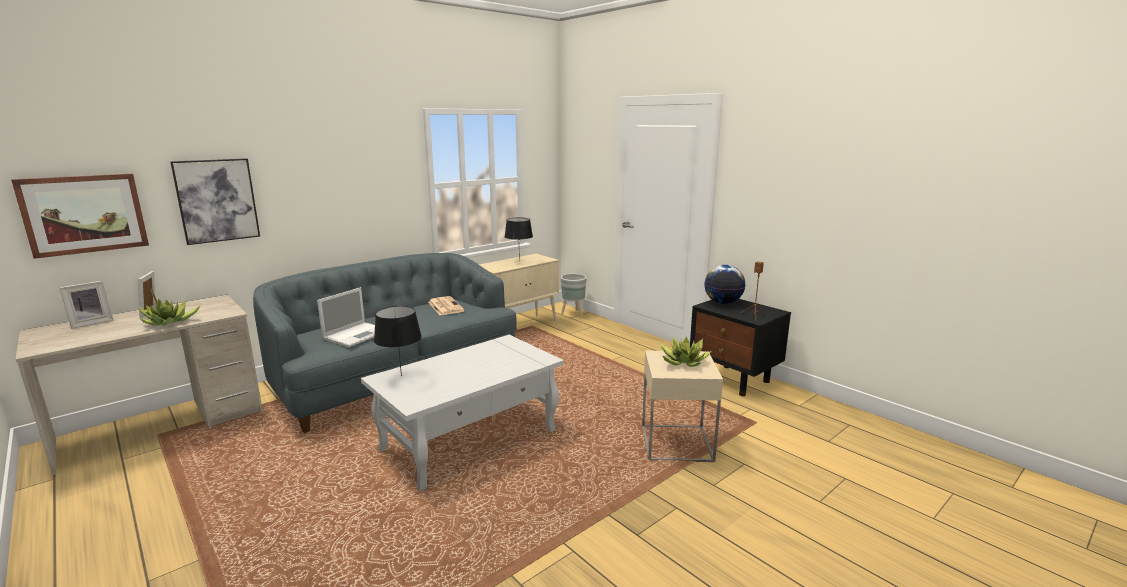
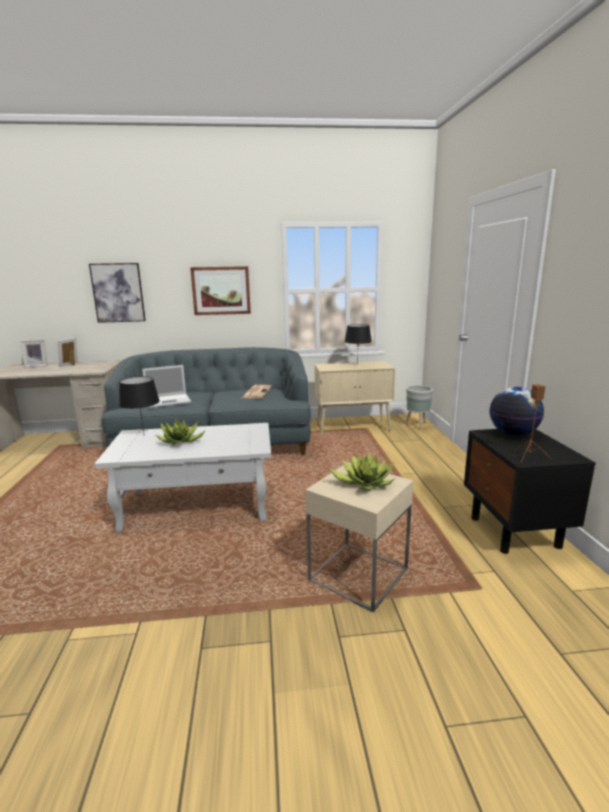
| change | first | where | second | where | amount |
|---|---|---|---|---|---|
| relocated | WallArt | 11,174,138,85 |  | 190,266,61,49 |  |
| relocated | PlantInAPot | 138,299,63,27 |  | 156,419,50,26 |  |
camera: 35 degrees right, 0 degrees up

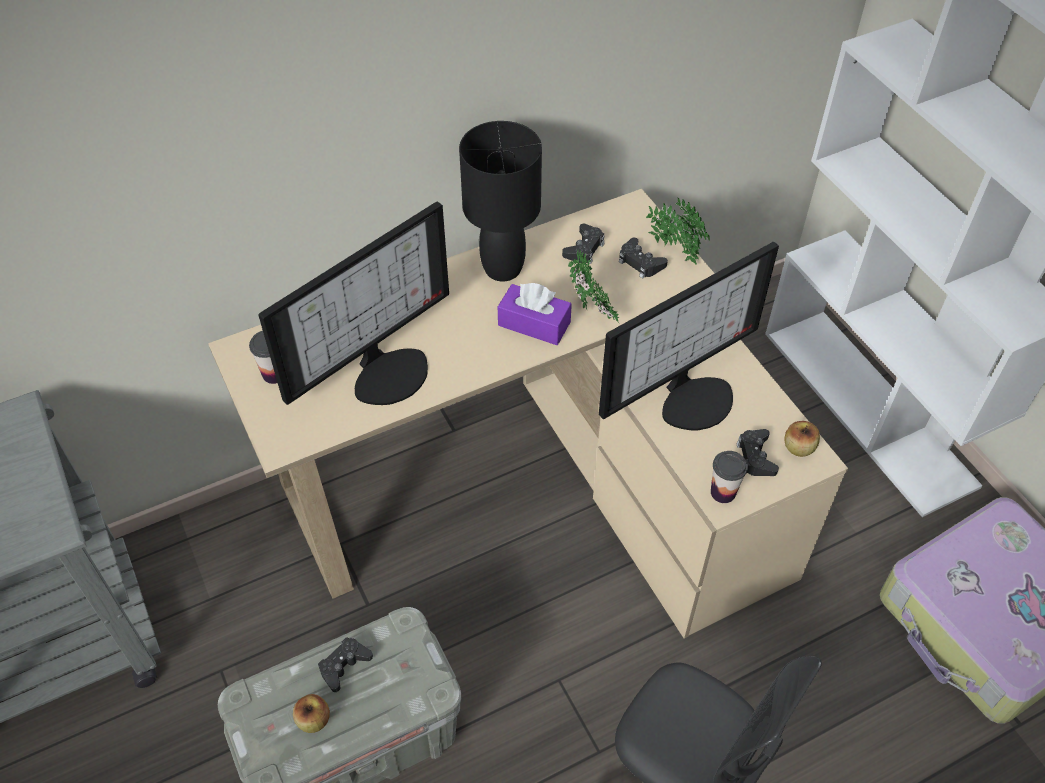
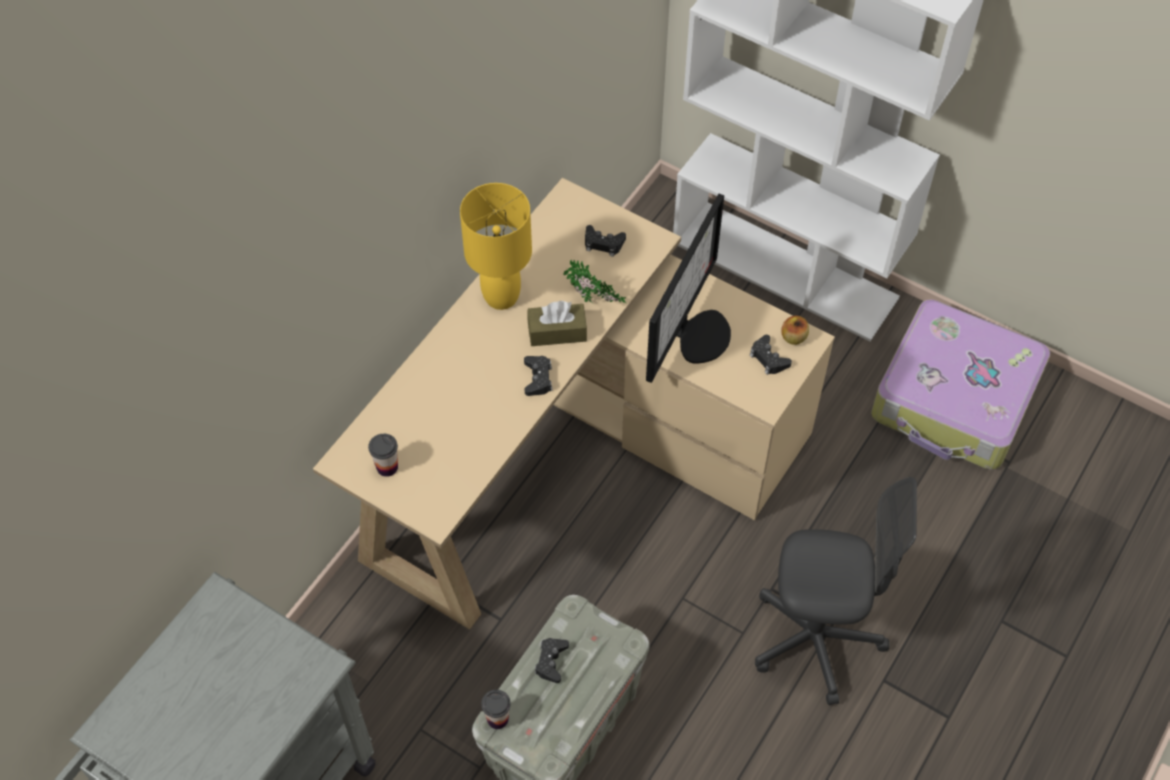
| change | first | where | second | where | amount |
|---|---|---|---|---|---|
| missing | ComputerScreen | 259,201,190,204 |  |  |  |
| missing | AppleFruit | 293,694,37,39 |  |  |  |
| colour | BlackLampForATable | 459,121,83,160 | YellowLampForATable | 460,183,72,127 |  |
| colour | PurplishTissueBox | 498,283,74,62 | BrownishTissueBox | 527,301,60,45 |  |
| relocated | BlackGamepad | 562,224,42,40 |  | 524,356,28,40 |  |
| missing | PlantInAPot | 646,197,64,68 |  |  |  |
| relocated | SmallCup | 711,451,37,52 |  | 481,690,30,39 |  |
camera: 30 degrees left, 5 degrees up

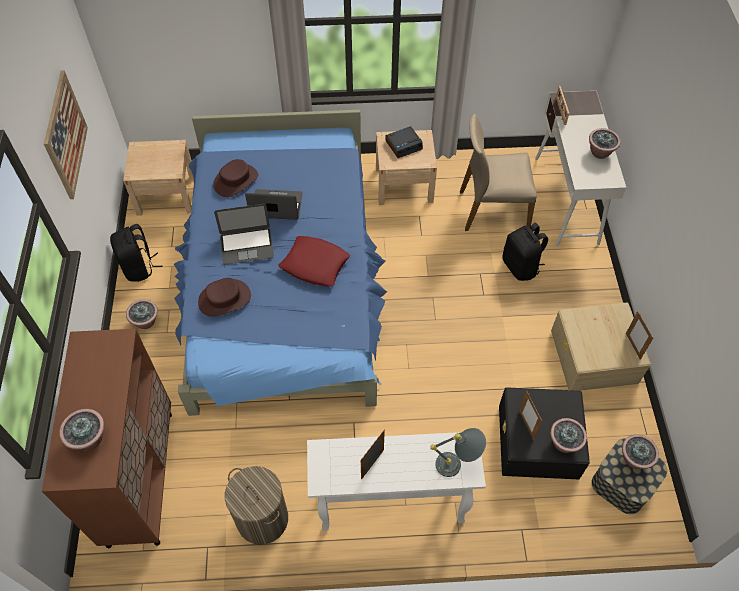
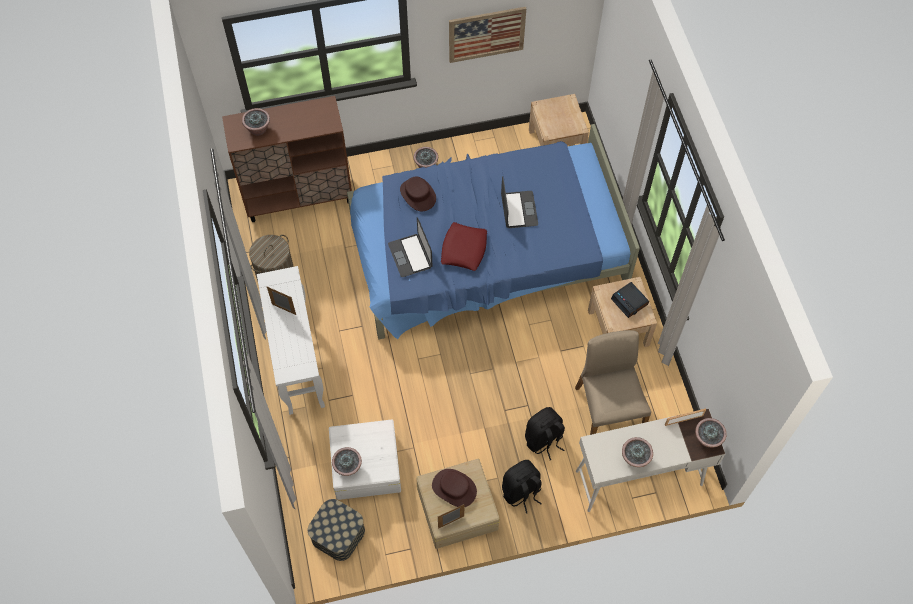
| change | first | where | second | where | amount |
|---|---|---|---|---|---|
| relocated | BlackBackpack | 110,224,53,58 |  | 502,460,40,54 |  |
| relocated | BrownishWearableHat | 213,159,45,38 |  | 432,469,45,38 |  |
| relocated | PortableComputer | 214,204,60,61 |  | 388,217,44,60 |  |
| missing | GrayLampForATable | 430,428,56,49 |  |  |  |
| colour | BlackStorageContainer | 499,387,91,92 | WhitishStorageContainer | 329,420,72,80 |  |
| missing | PhotoFrame | 519,391,23,49 |  |  |  |
| relocated | PlantInAPot | 622,434,37,35 |  | 695,418,32,29 |  |
camera: 80 degrees right, 5 degrees up

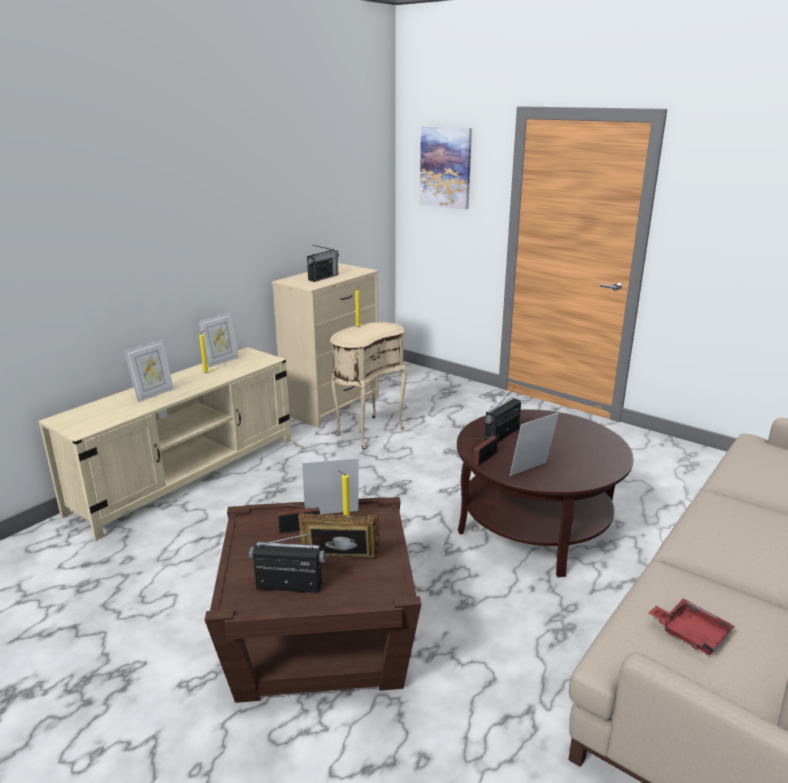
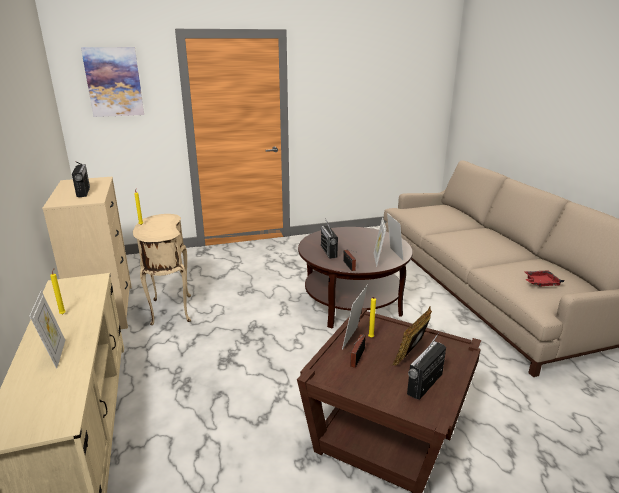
| change | first | where | second | where | amount |
|---|---|---|---|---|---|
| relocated | PhotoFrame | 198,313,41,55 |  | 387,213,16,47 |  |
camera: 55 degrees left, 0 degrees up

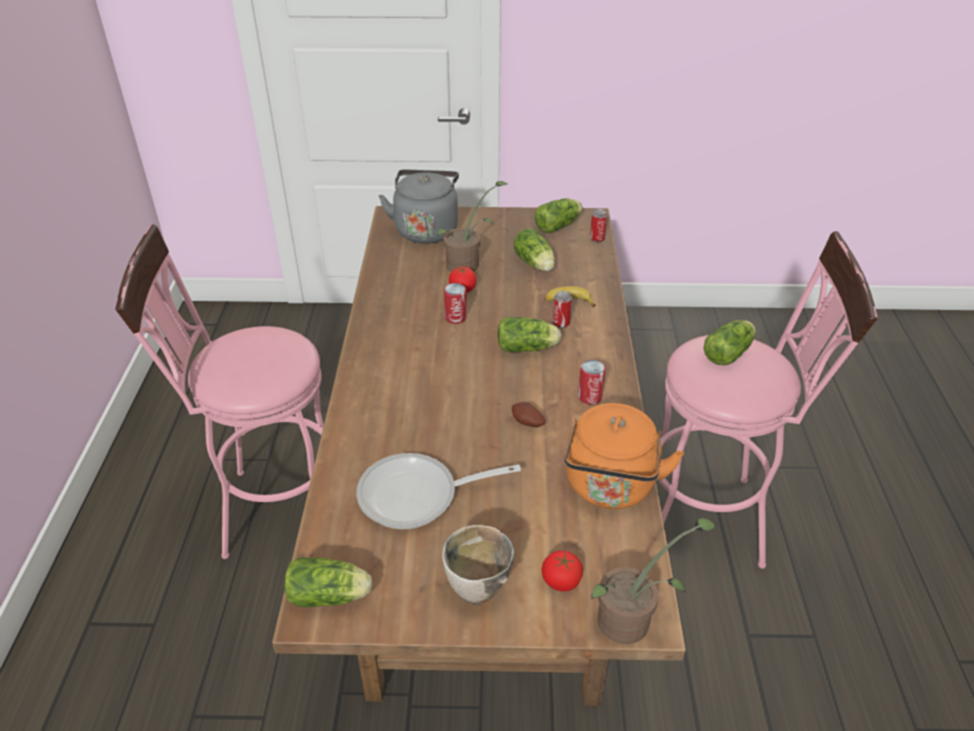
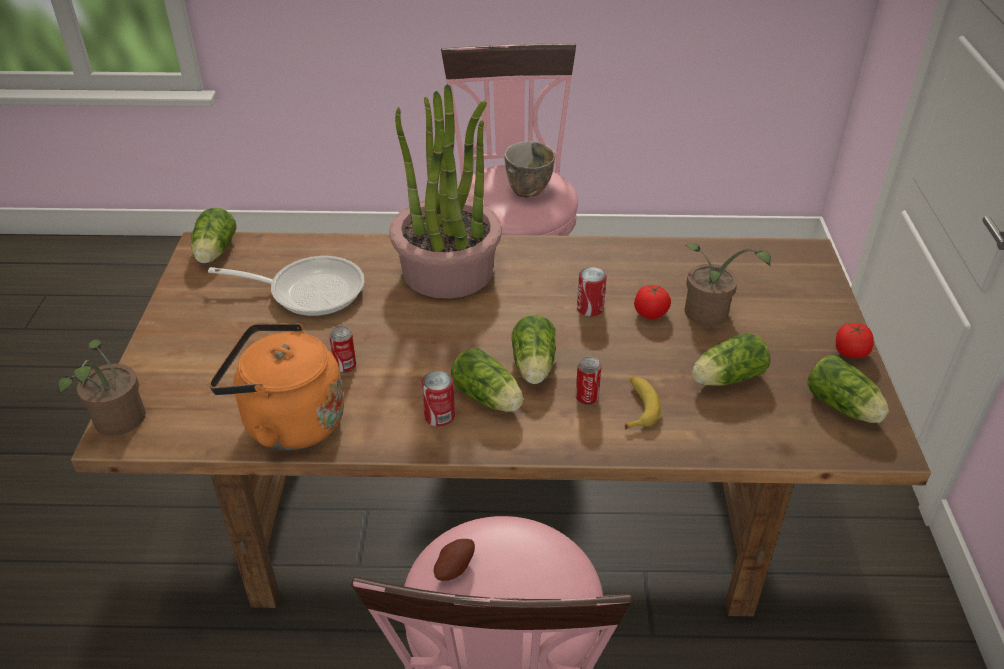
| change | first | where | second | where | amount |
|---|---|---|---|---|---|
| spun | Skillet | 356,453,165,76 |  | 208,256,156,60 | 105 degrees clockwise |
| missing | GrayWaterKettle | 379,170,80,74 |  |  |  |
| relocated | DeepDish | 442,525,72,80 |  | 504,141,51,57 |  |
| relocated | WholePotato | 512,402,33,25 |  | 434,539,41,42 |  |
| relocated | FreshTomato | 541,550,42,42 |  | 836,323,38,35 |  |
| relocated | Can | 590,209,17,34 |  | 329,326,27,47 |  |
| relocated | Lettuce | 704,320,52,45 |  | 451,348,72,64 |  |
| appeared |  |  | PlantInAPot | 389,84,113,215 |  |
camera: 90 degrees right, 0 degrees up

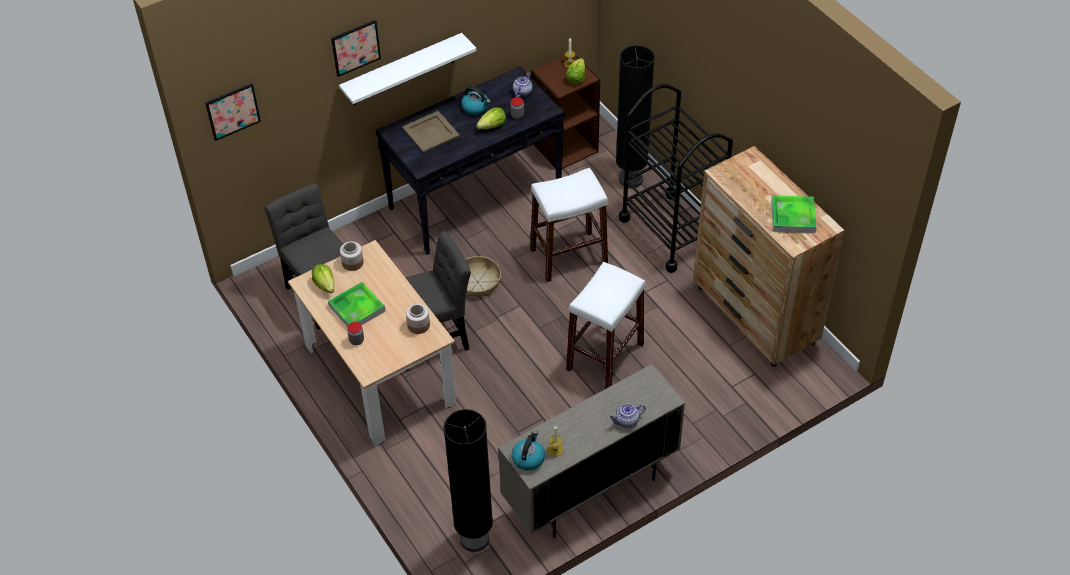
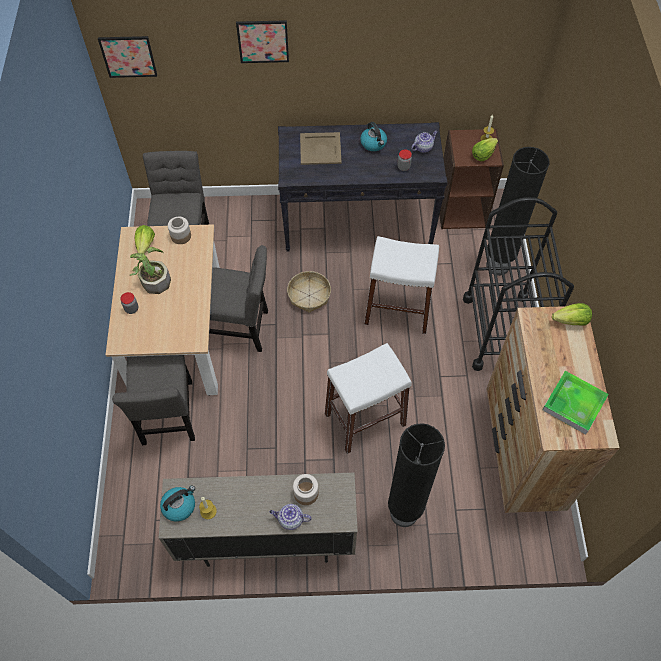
| change | first | where | second | where | amount |
|---|---|---|---|---|---|
| exchanged | CarryingTray | 328,282,58,45 | PlantInAPot | 130,247,41,47 |  |
| missing | WhitishShelf | 339,33,138,72 |  |  |  |
| relocated | StorageJar | 406,304,24,30 |  | 293,474,26,31 |  |
| relocated | BlackStandardLamp | 443,409,50,143 |  | 388,423,57,104 |  |
| relocated | Lettuce | 476,108,30,21 |  | 552,303,40,23 |  |
| appeared |  |  | GrayChair | 112,355,83,90 |  |
camera: 30 degrees right, 10 degrees up

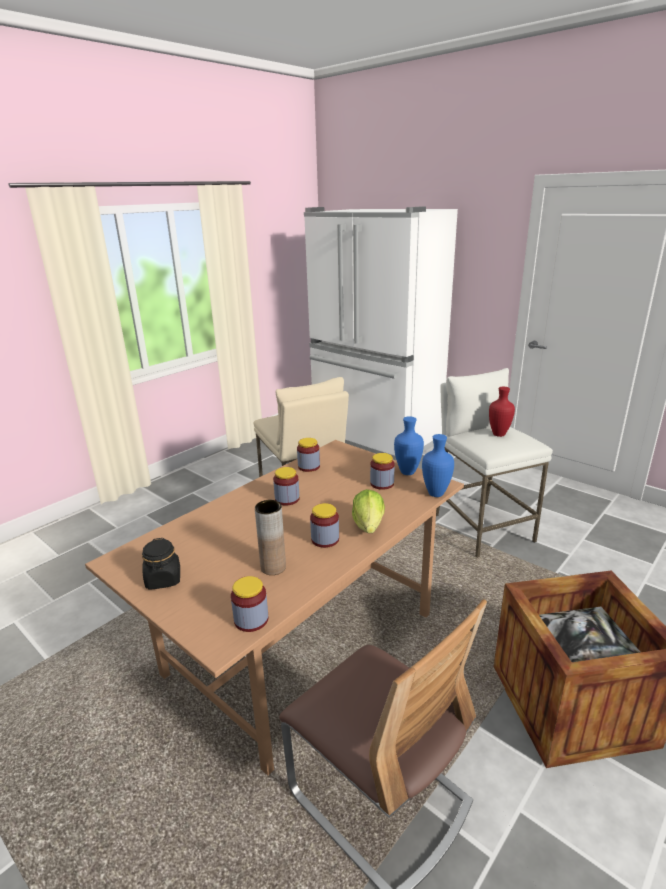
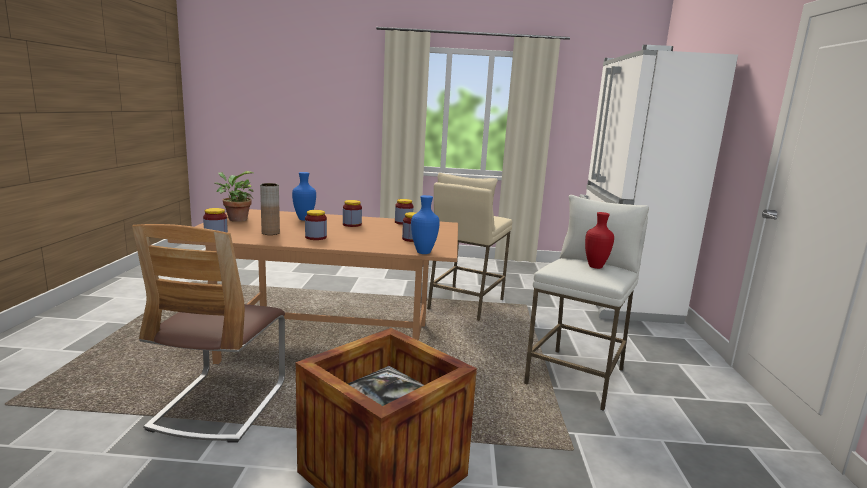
| change | first | where | second | where | amount |
|---|---|---|---|---|---|
| exchanged | BlackStorageJar | 142,538,38,52 | PlantInAPot | 214,171,41,51 |  |
| missing | Lettuce | 352,489,33,44 |  |  |  |
| relocated | BlueFlowerVase | 394,416,30,59 |  | 292,172,24,48 |  |
camera: 50 degrees right, 10 degrees down

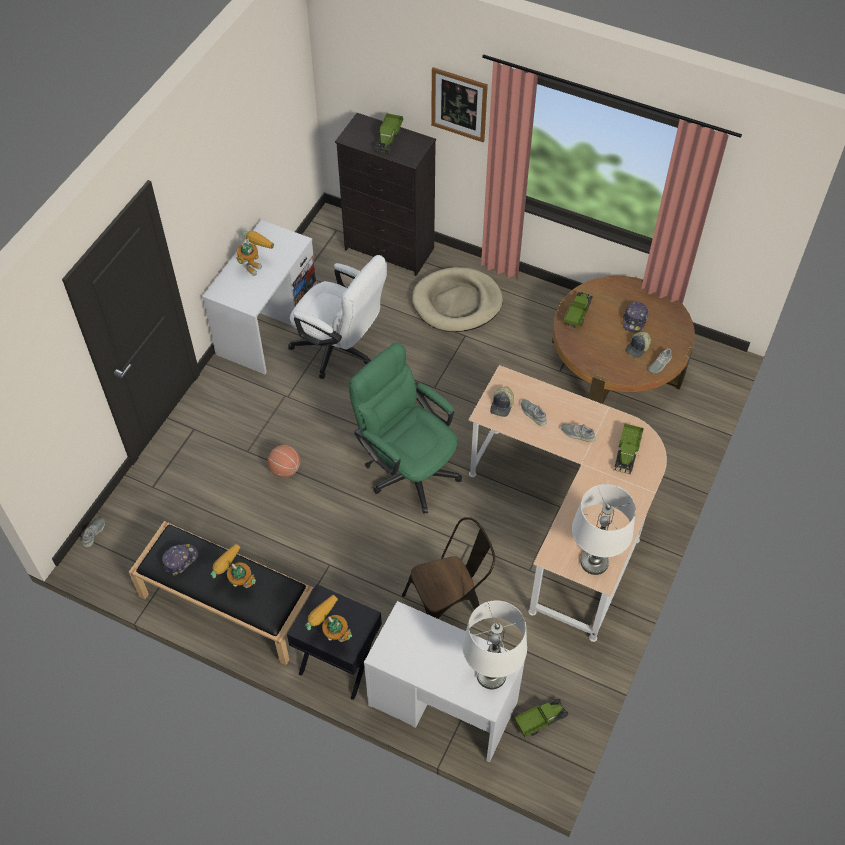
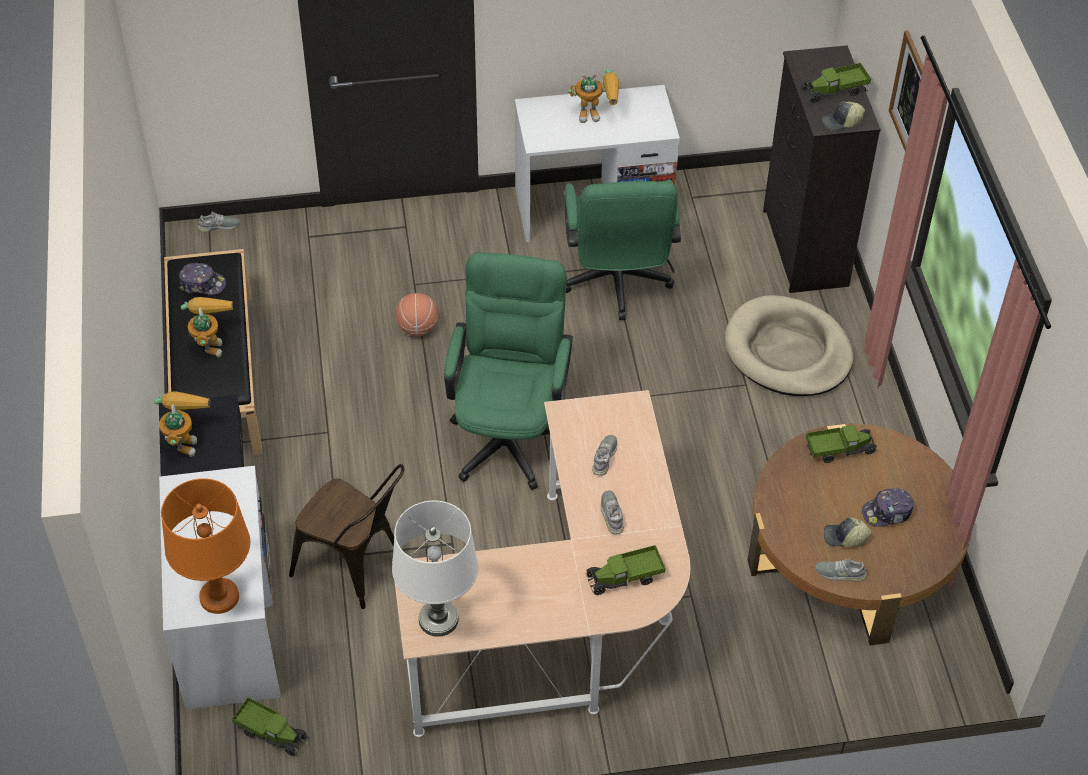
| change | first | where | second | where | amount |
|---|---|---|---|---|---|
| colour | WhitishOfficeChair | 288,255,99,124 | GreenOfficeChair | 565,179,116,141 |  |
| colour | WhitishLampForATable | 462,600,65,89 | OrangeColouredLampForATable | 161,478,89,136 |  |
| relocated | PeakedCap | 490,387,24,30 |  | 822,101,43,30 |  |
camera: 55 degrees right, 5 degrees down

